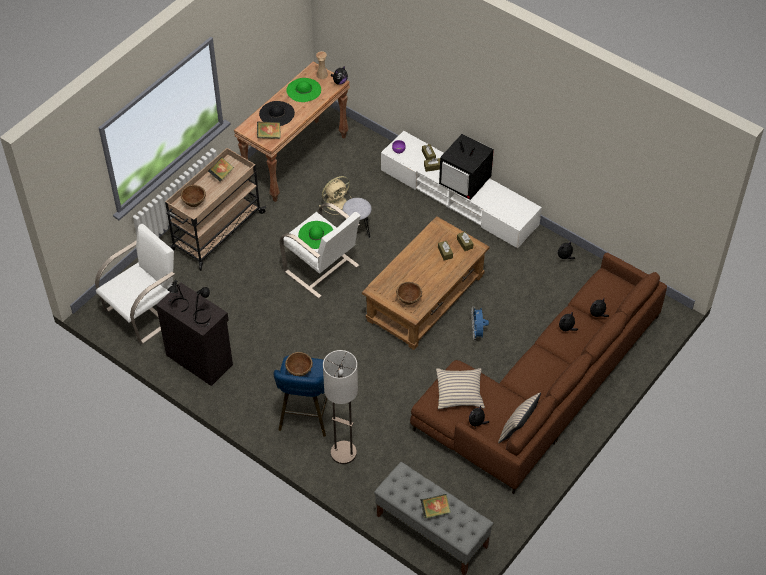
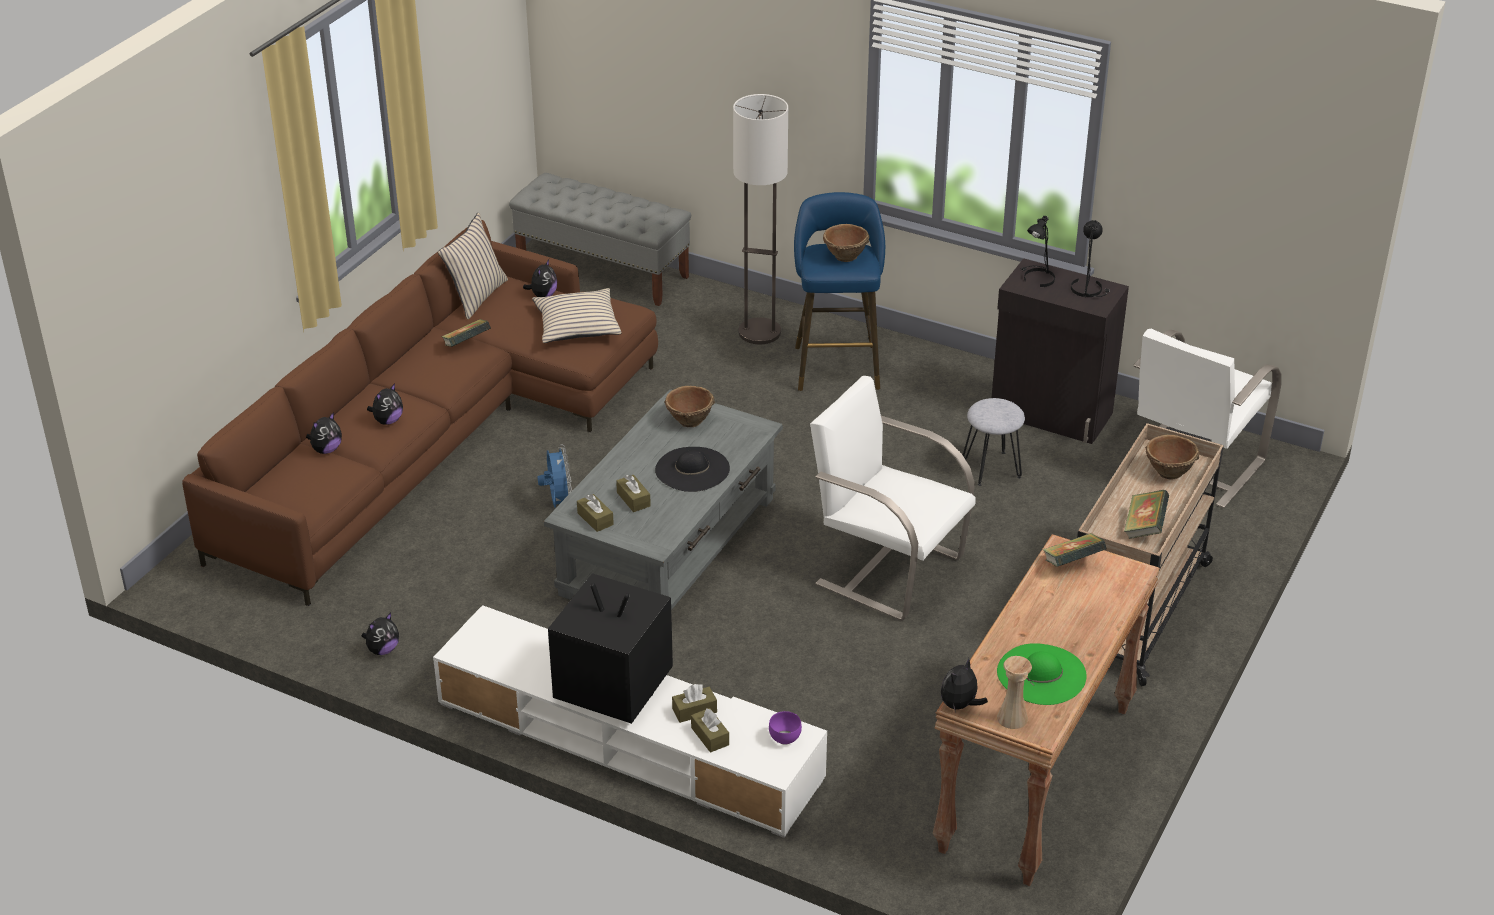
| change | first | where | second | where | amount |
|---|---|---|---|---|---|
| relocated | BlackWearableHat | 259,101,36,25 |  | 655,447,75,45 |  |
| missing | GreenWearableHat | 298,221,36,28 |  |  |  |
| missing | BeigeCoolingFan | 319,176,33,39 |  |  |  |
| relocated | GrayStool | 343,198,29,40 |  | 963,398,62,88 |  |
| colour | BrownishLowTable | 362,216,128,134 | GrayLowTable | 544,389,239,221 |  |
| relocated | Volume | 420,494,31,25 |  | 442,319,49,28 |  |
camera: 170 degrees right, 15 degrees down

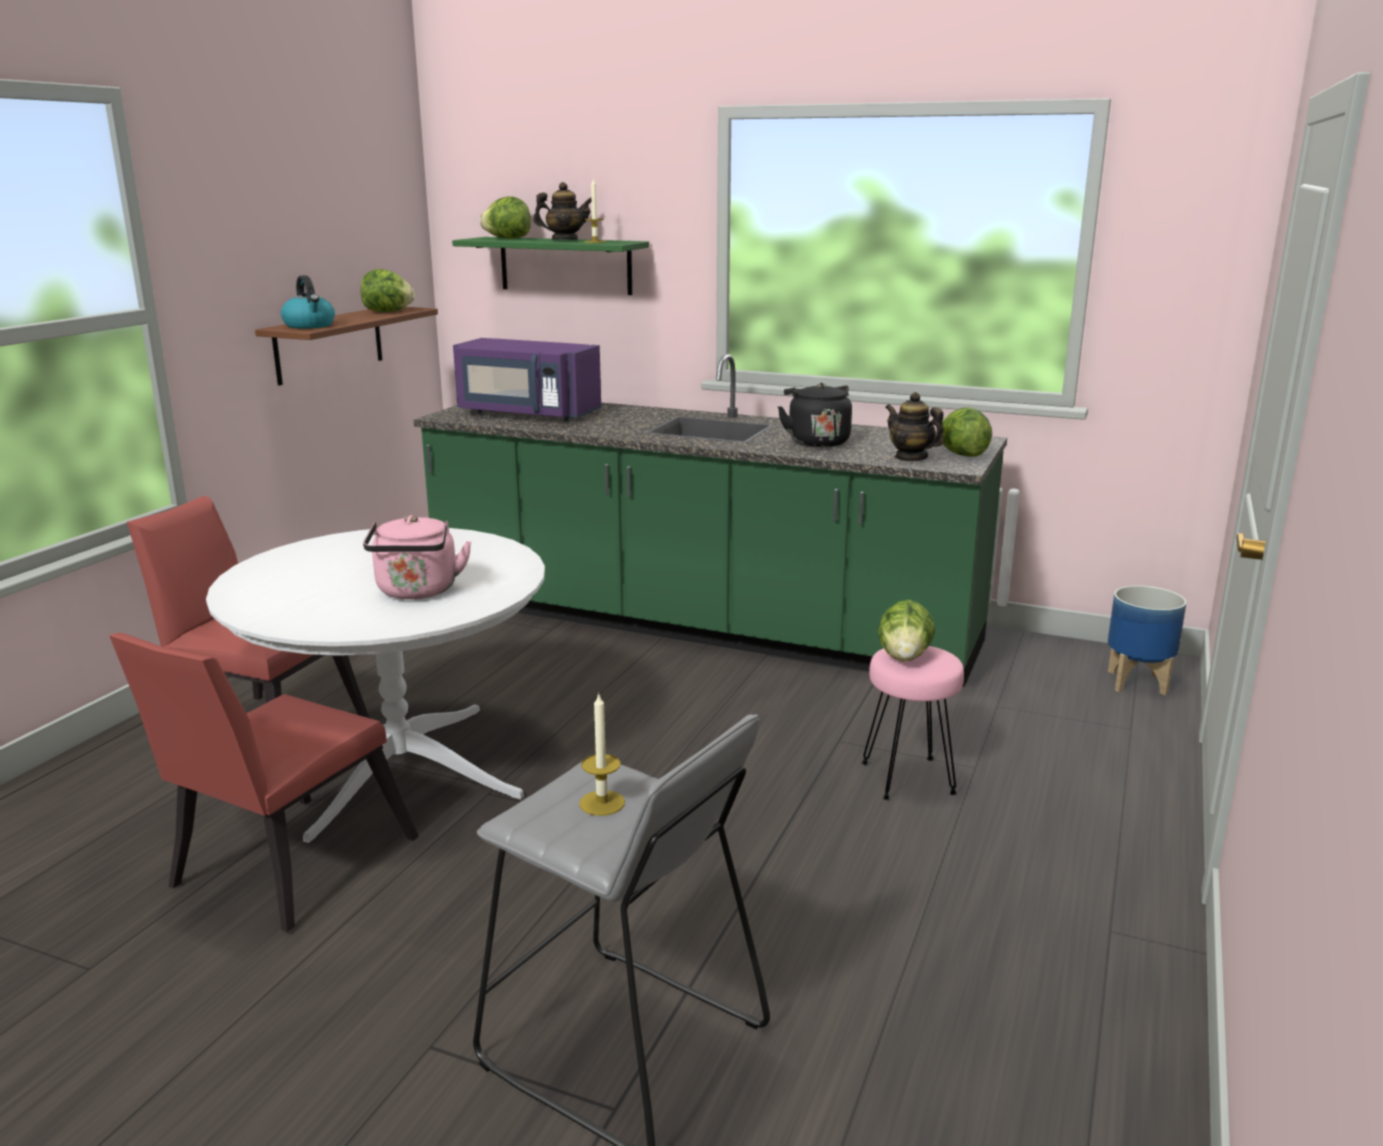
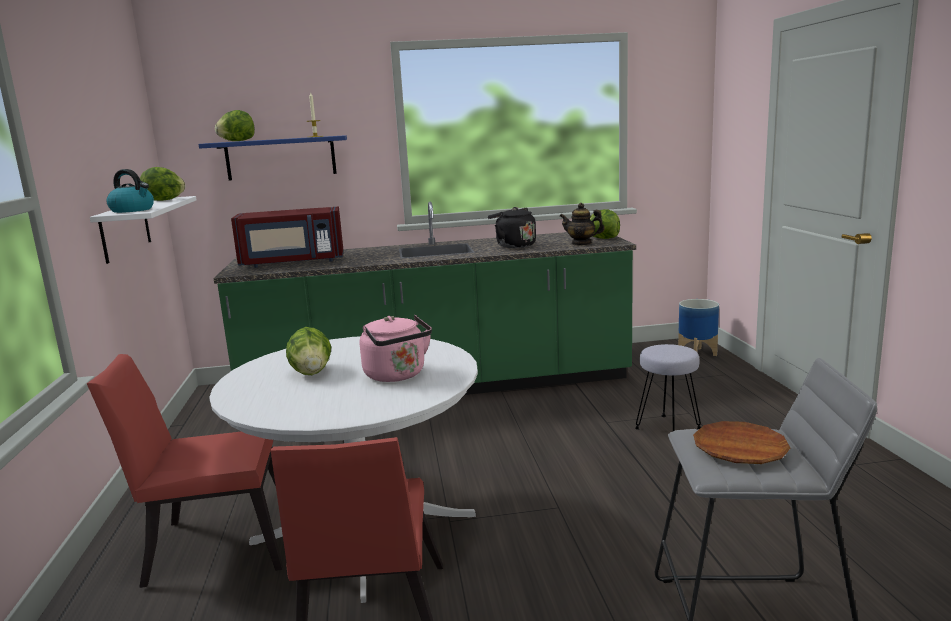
| change | first | where | second | where | amount |
|---|---|---|---|---|---|
| colour | BrownishShelf | 255,307,183,78 | WhitishShelf | 90,196,107,68 |  |
| colour | GreenShelf | 452,237,197,58 | BlueShelf | 198,135,149,46 |  |
| colour | PurplishMicrowaveOven | 453,338,148,83 | ReddishMicrowaveOven | 231,206,113,62 |  |
| missing | TeaPot | 533,182,58,58 |  |  |  |
| exchanged | Candle | 579,693,46,123 | BrownishPlate | 693,421,98,43 |  |
| colour | PinkColouredStool | 861,646,103,154 | GrayStool | 635,344,66,87 |  |
| relocated | Lettuce | 878,600,58,62 |  | 286,327,45,48 |  |
camera: 30 degrees left, 5 degrees down

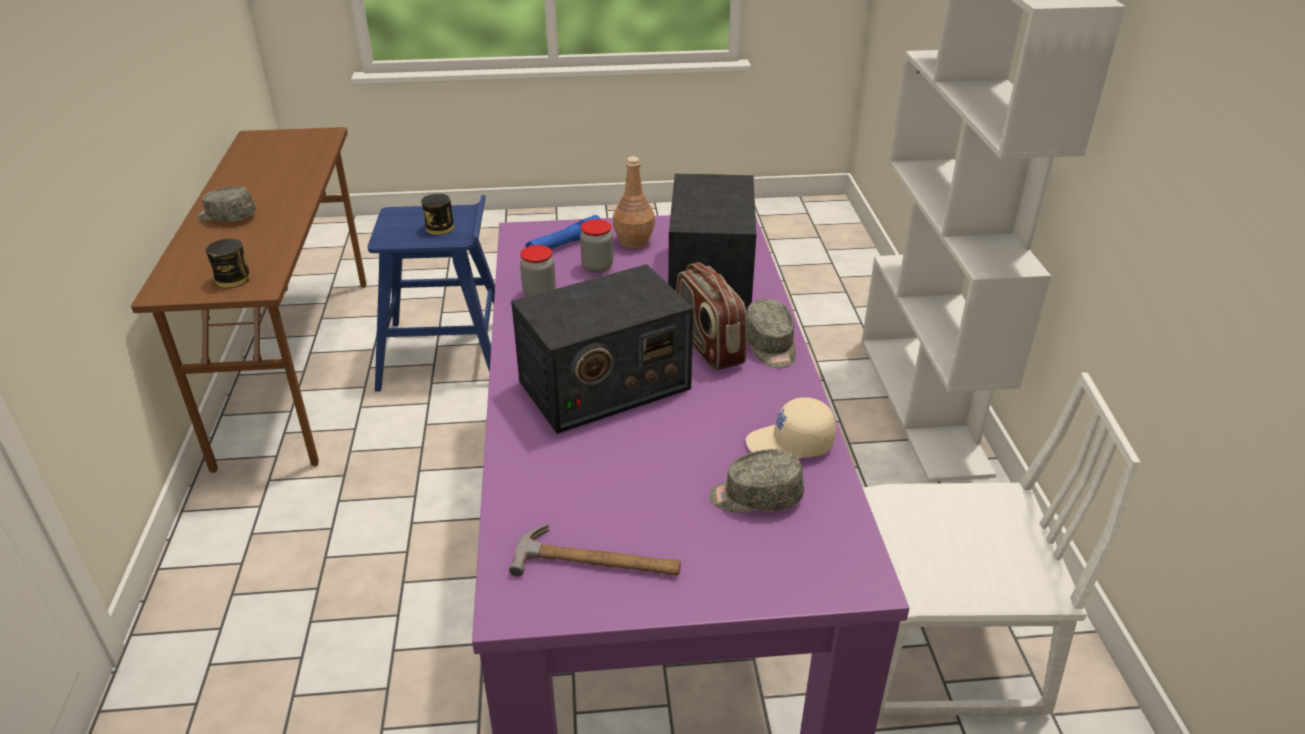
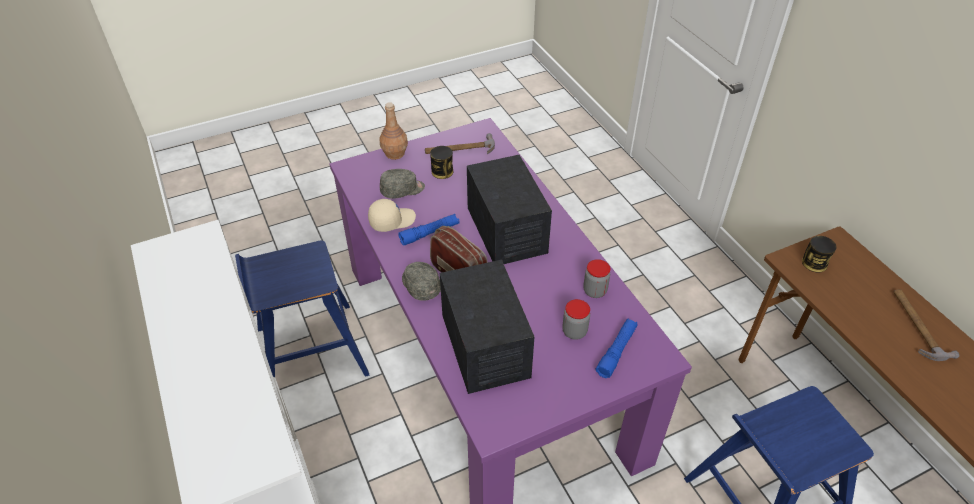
| change | first | where | second | where | amount |
|---|---|---|---|---|---|
| exchanged | GrayPeakedCap | 198,186,58,36 | Hammer | 894,289,65,72 |  |
| relocated | Can | 421,194,33,41 |  | 430,146,24,33 |  |
| spun | RadioSet | 511,264,183,170 |  | 467,155,85,109 | 120 degrees clockwise |
| relocated | BrownishDrinkBottle | 613,156,42,93 |  | 379,102,29,58 |  |
| exchanged | WhitishChair | 863,372,277,345 | BlueStool | 235,241,135,136 |  |
| appeared |  |  | BlueHandTorch | 398,214,62,32 |  |
camera: 160 degrees right, 10 degrees up

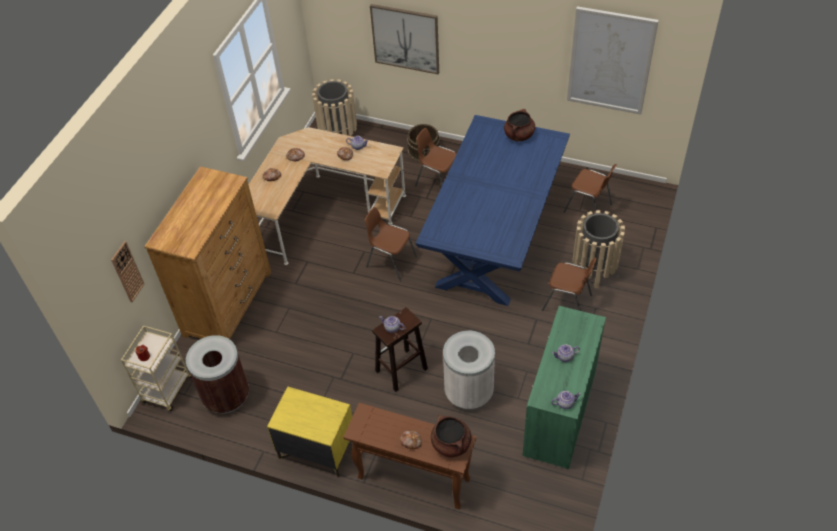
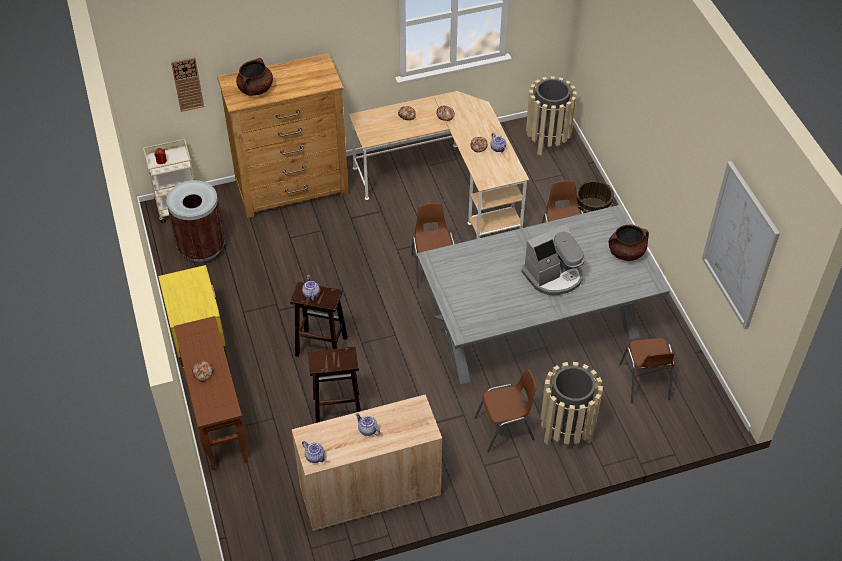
| change | first | where | second | where | amount |
|---|---|---|---|---|---|
| missing | WallArt | 370,4,69,70 |  |  |  |
| colour | BlueKitchenTable | 416,115,154,191 | GrayKitchenTable | 417,205,253,179 |  |
| relocated | BrownishCookingPot | 431,415,41,43 |  | 236,58,37,38 |  |
| exchanged | WhitishRubbishBin | 443,331,52,79 | BrownishStool | 308,346,53,77 |  |
| colour | GreenStorageCabinet | 522,306,84,163 | BeigeStorageCabinet | 292,394,150,137 |  |
| spun | BrownishChair | 542,257,55,54 |  | 474,369,63,84 | 90 degrees counterclockwise |
| appeared |  |  | CoffeeMachine | 521,224,64,71 |  |
camera: 50 degrees right, 0 degrees up

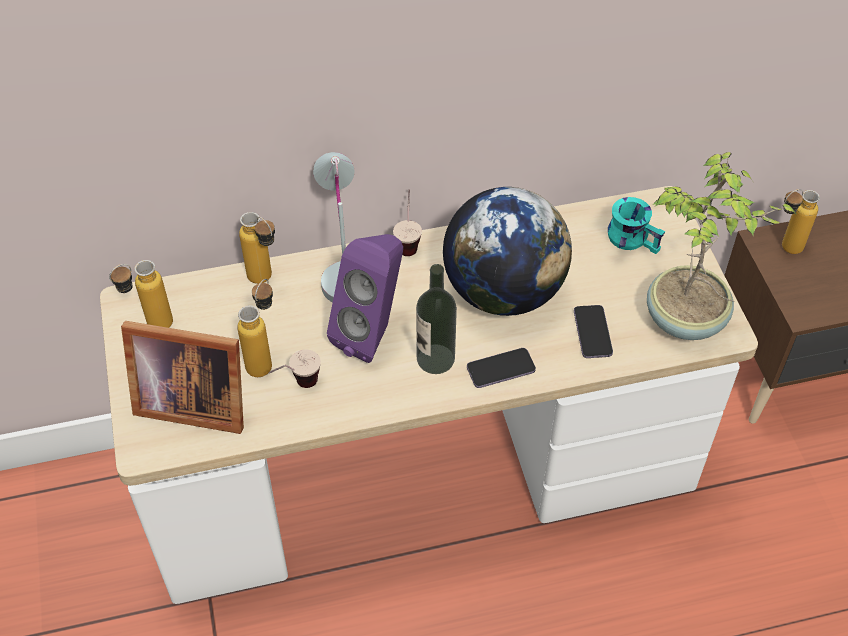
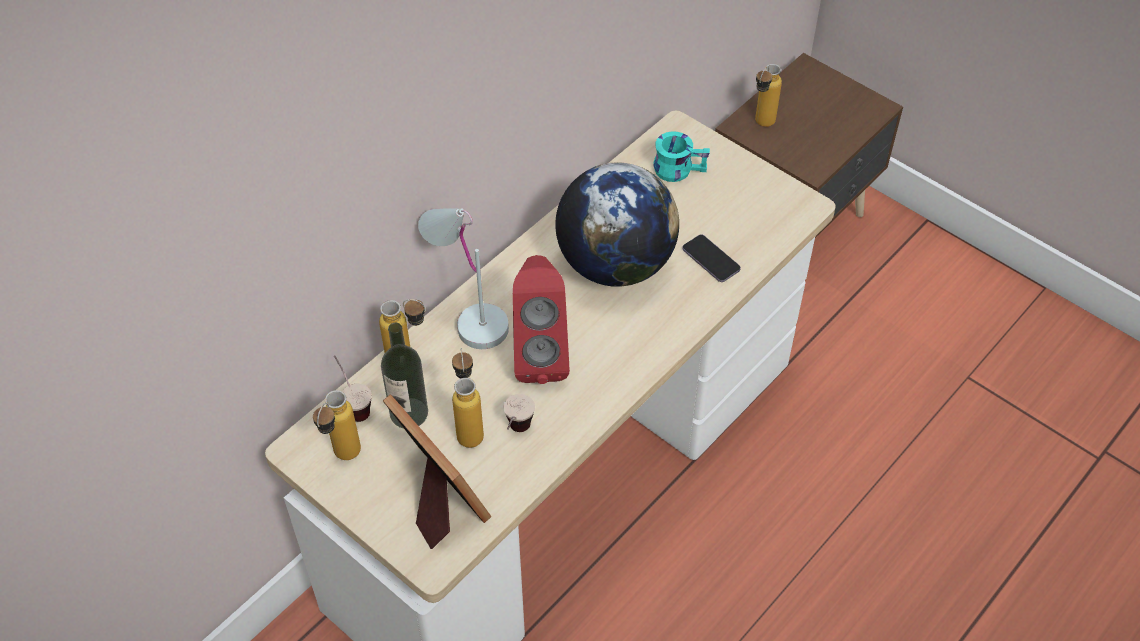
| change | first | where | second | where | amount |
|---|---|---|---|---|---|
| spun | PhotoFrame | 121,321,123,113 |  | 383,394,108,155 | 105 degrees counterclockwise |
| colour | PurplishLoudspeaker | 327,234,76,129 | ReddishLoudspeaker | 513,255,57,129 |  |
| relocated | SmallCup | 393,189,29,67 |  | 334,355,38,67 |  |
| relocated | DrinkBottle | 416,264,41,110 |  | 381,323,47,106 |  |
| missing | Telephone | 467,348,69,40 |  |  |  |
| missing | PlantInAPot | 647,152,149,188 |  |  |  |
camera: 35 degrees left, 0 degrees up

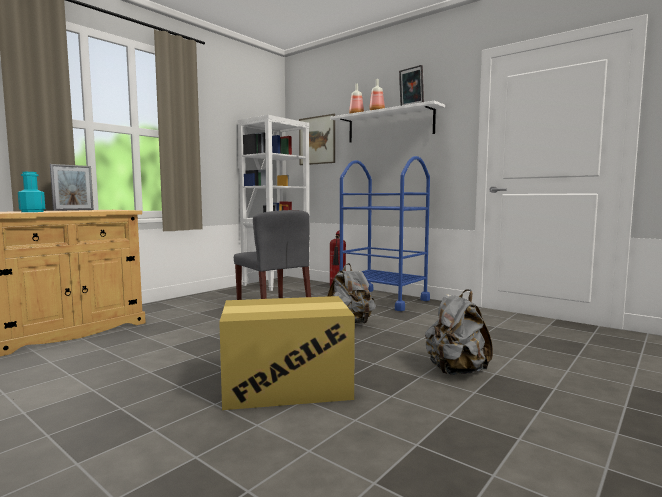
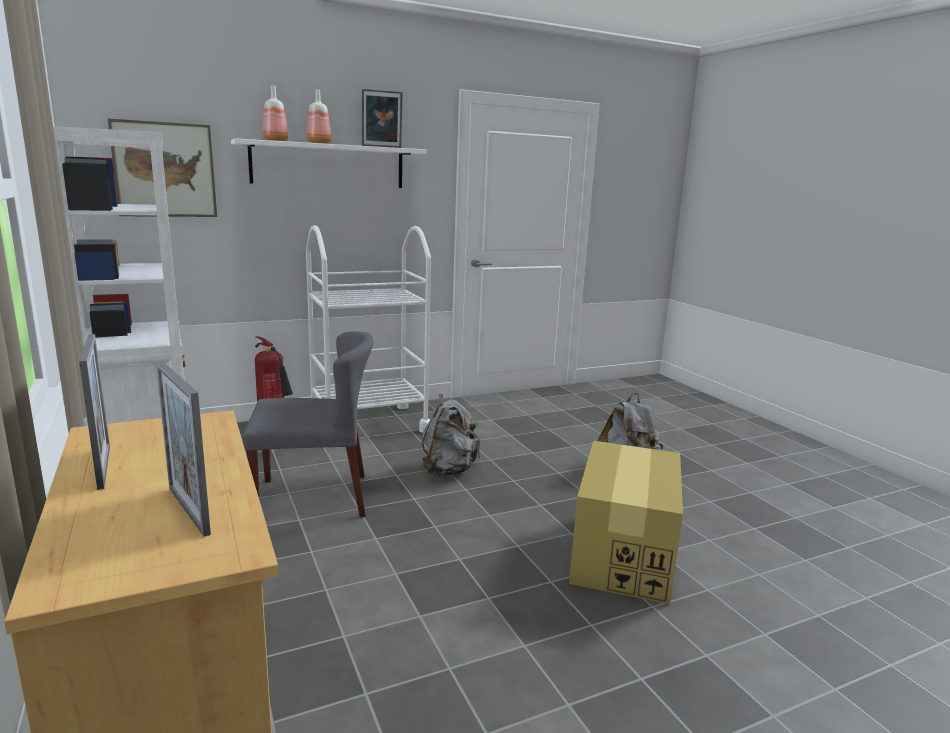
| change | first | where | second | where | amount |
|---|---|---|---|---|---|
| exchanged | TurquoiseDrinkBottle | 18,172,27,40 | PhotoFrame | 156,361,55,176 |  |
| colour | BlueCart | 340,156,90,155 | WhitishCart | 306,225,125,208 |  |
camera: 65 degrees left, 10 degrees up

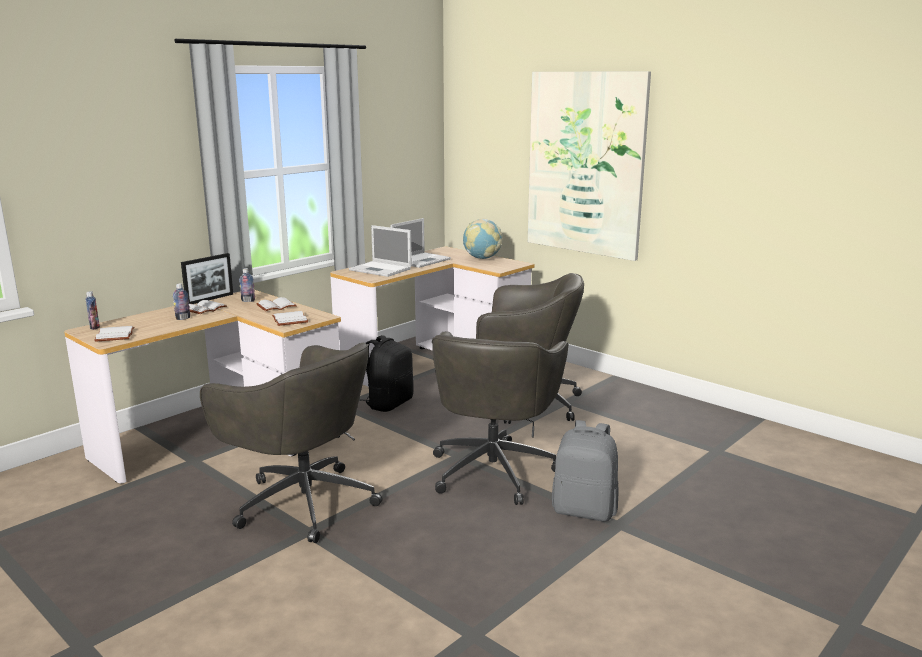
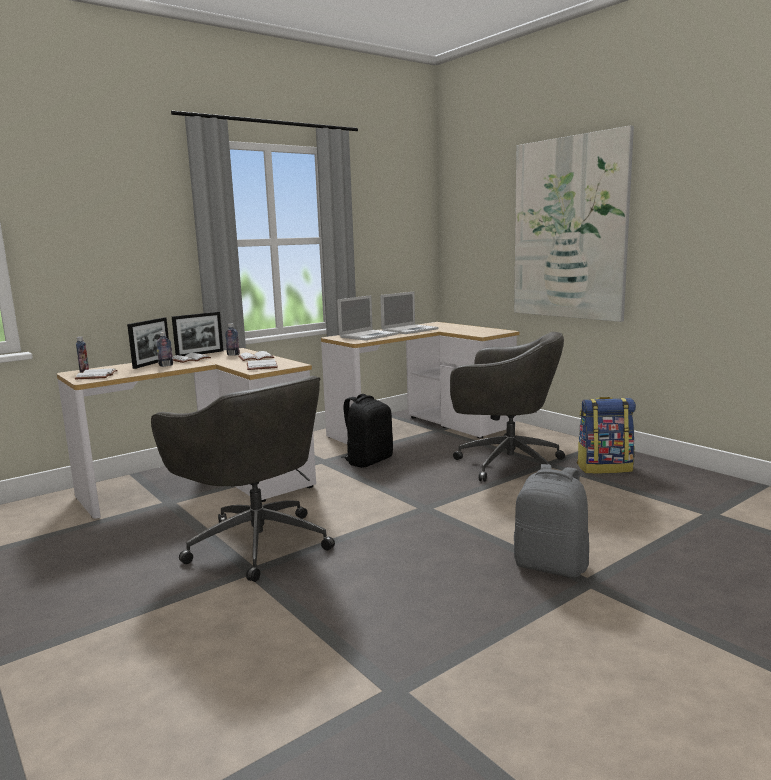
| change | first | where | second | where | amount |
|---|---|---|---|---|---|
| spun | PortableComputer | 349,225,63,52 |  | 337,295,61,45 | 90 degrees counterclockwise |
| missing | GrayOfficeChair | 432,331,136,174 |  |  |  |
| missing | Globe | 463,219,40,40 |  |  |  |
| appeared |  |  | PhotoFrame | 127,317,42,52 |  |
| appeared |  |  | Backpack | 577,397,59,77 |  |
camera: 10 degrees right, 5 degrees down

